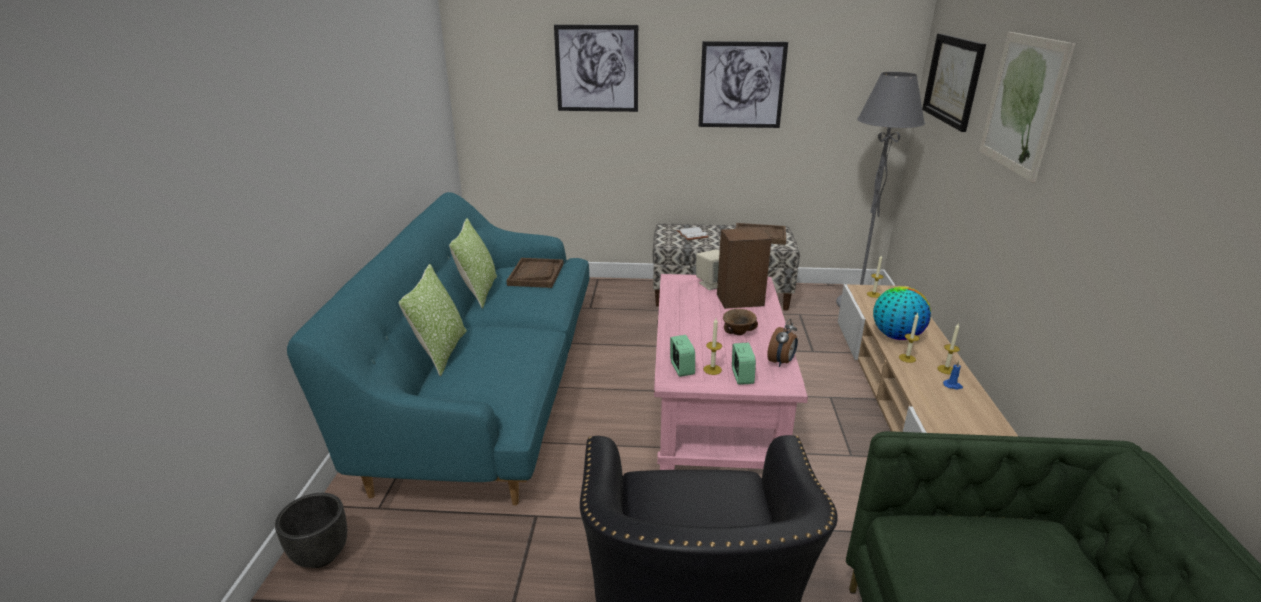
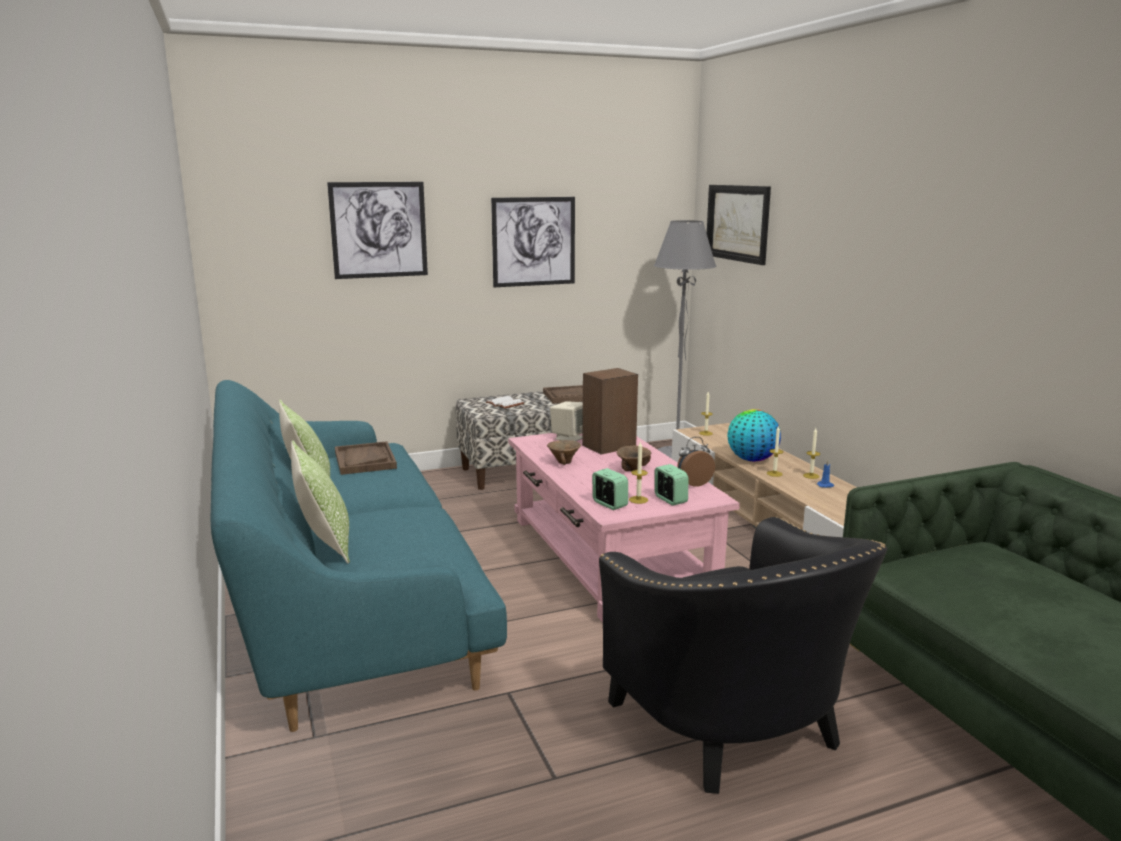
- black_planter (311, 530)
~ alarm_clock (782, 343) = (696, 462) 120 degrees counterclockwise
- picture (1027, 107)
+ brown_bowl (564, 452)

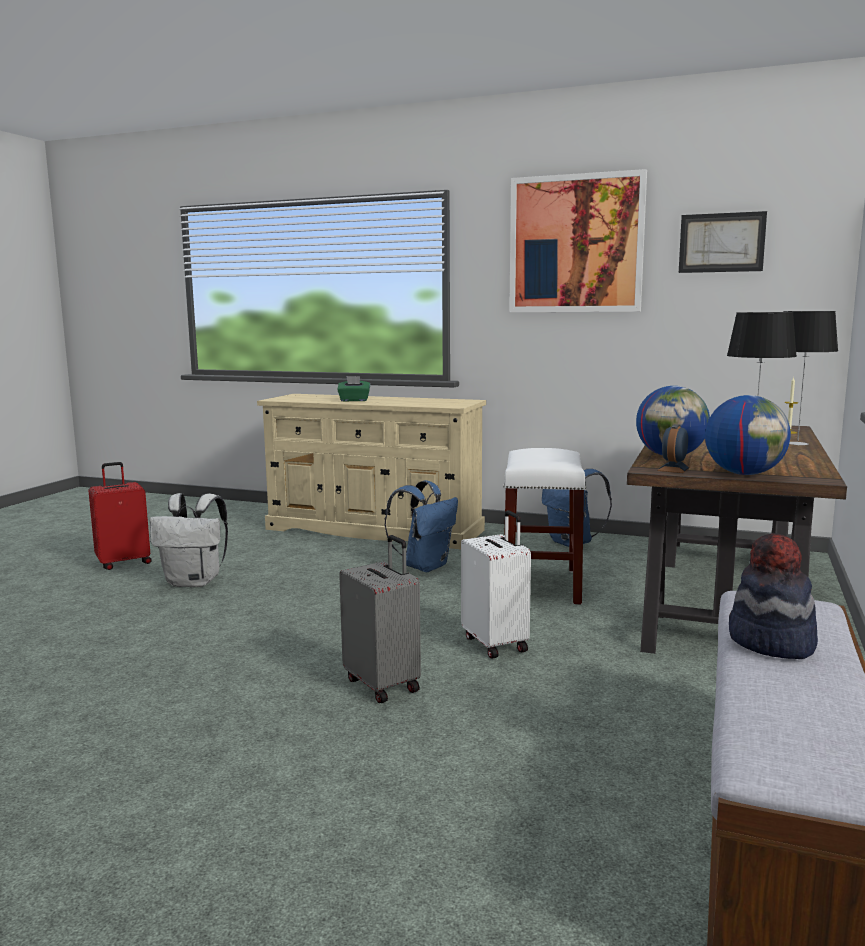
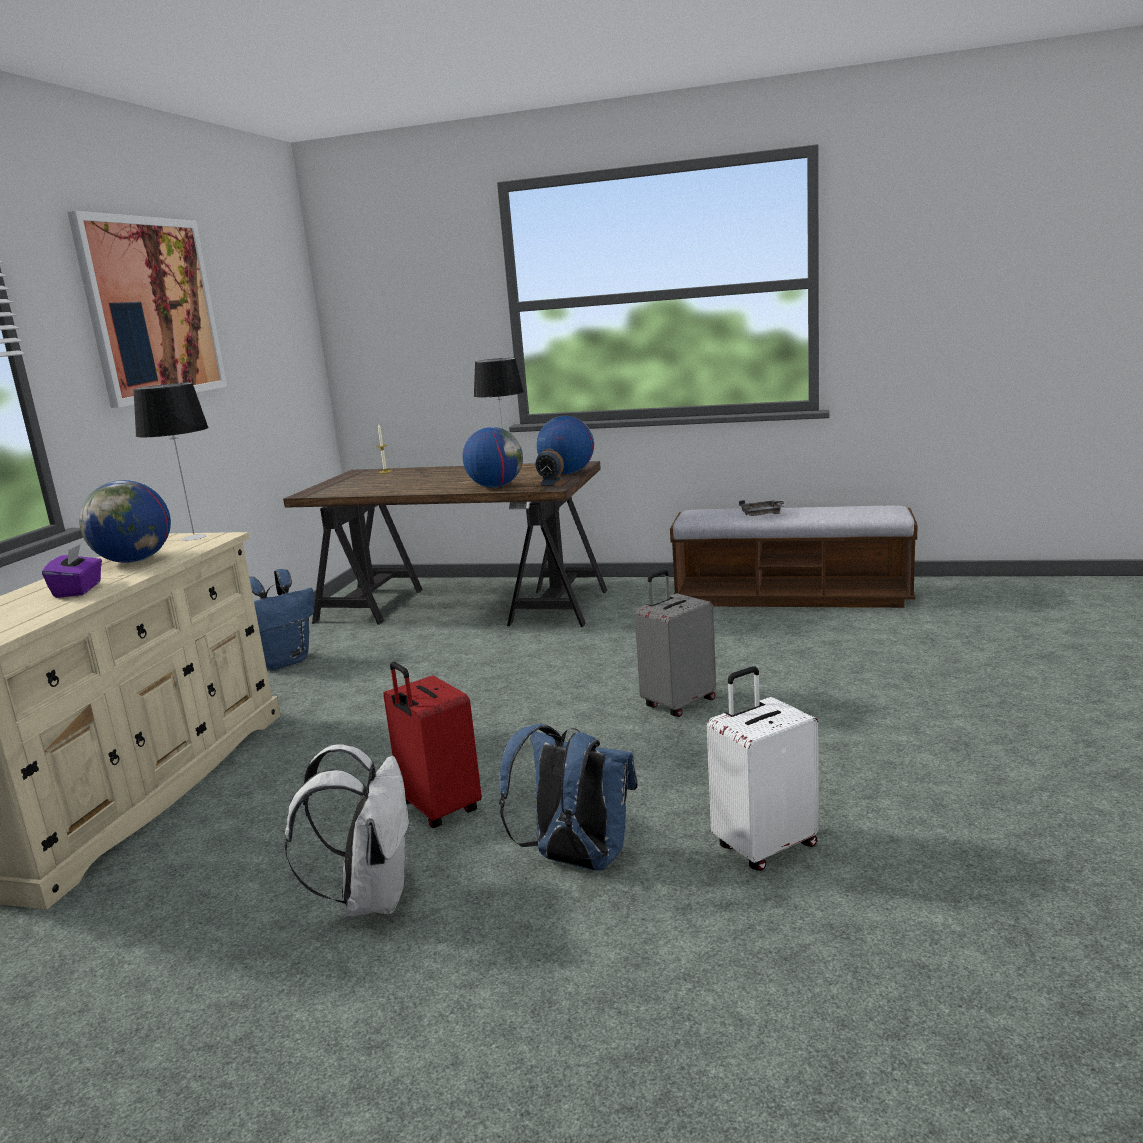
~ red_suitcase (120, 516) to (432, 745)
~ green_tissue_box (354, 389) to purple_tissue_box (72, 571)
~ blue_backpack (421, 526) to (568, 797)
~ white_suitcase (496, 584) to (763, 768)
- white_stool (544, 526)
- picture (723, 242)
~ hat (773, 596) to grey_tray (763, 508)
~ table_lamp (810, 378) to (171, 462)
+ globe (125, 521)

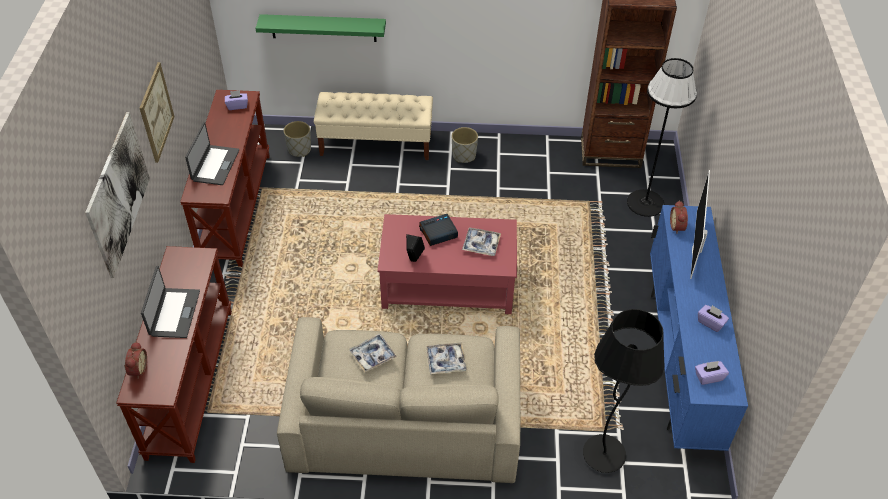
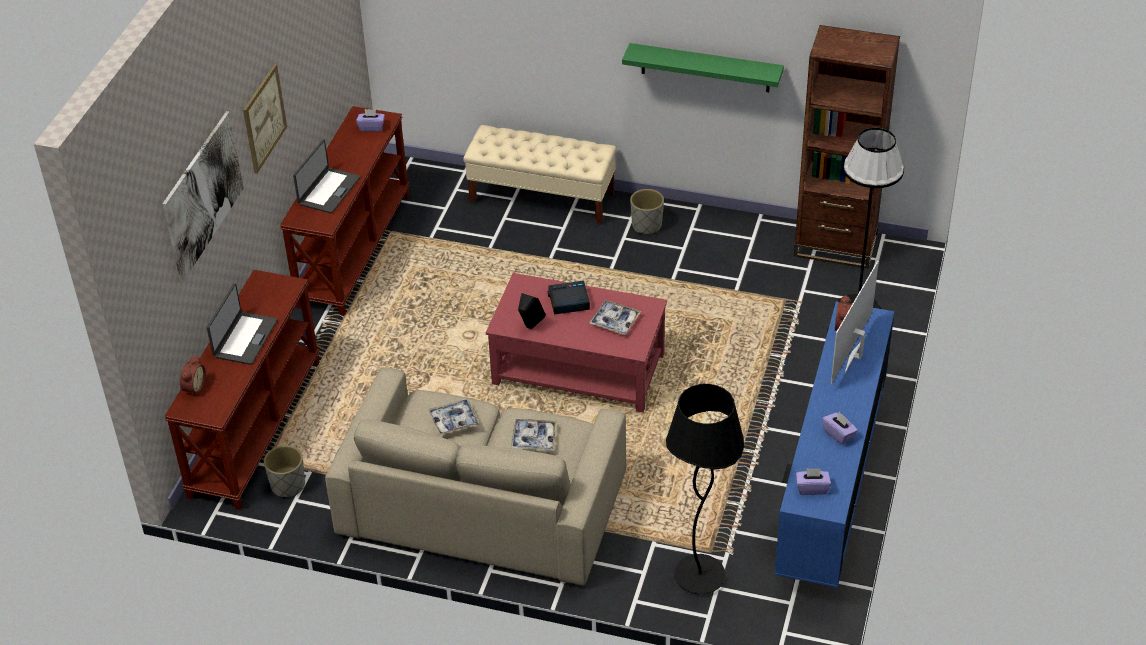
~ green_shelf (321, 28) to (703, 67)
~ grey_planter (297, 139) to (284, 471)

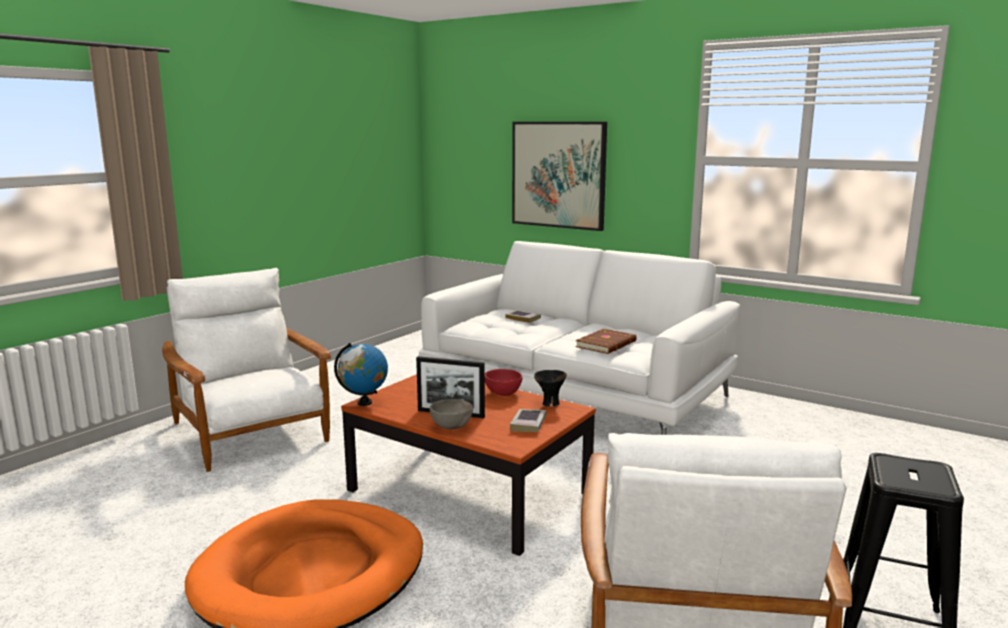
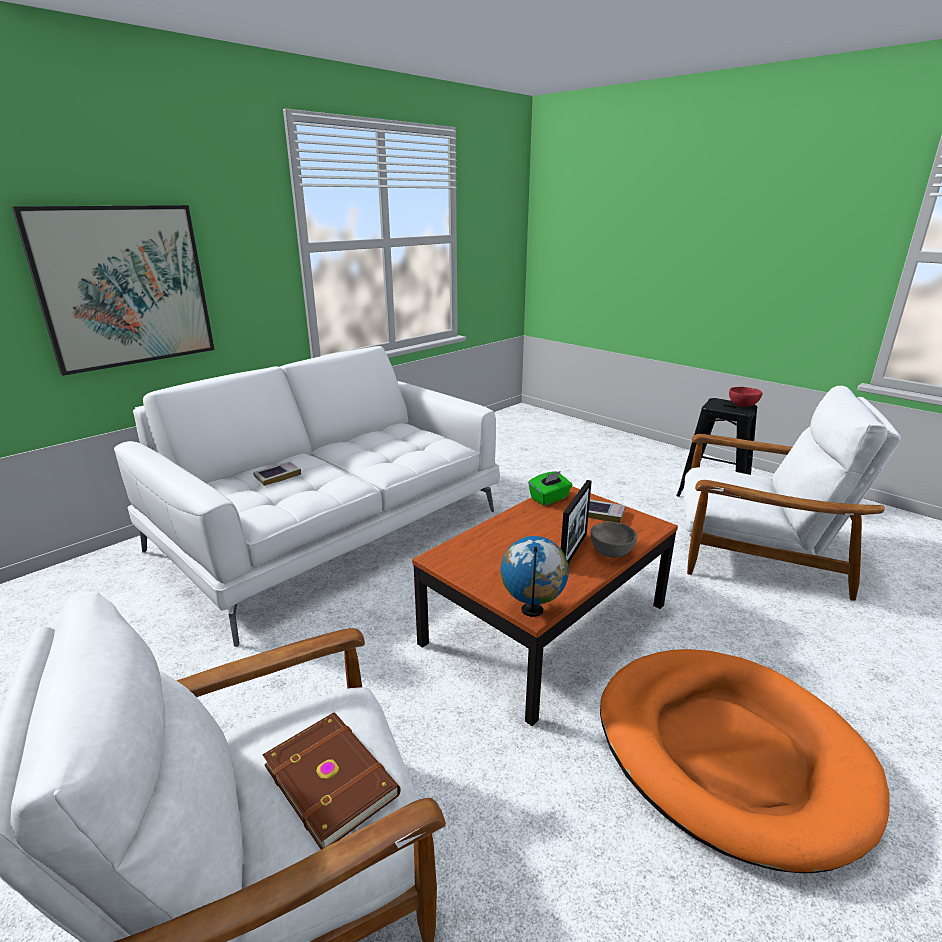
~ red_bowl (503, 382) to (745, 397)
~ black_bowl (550, 388) to green_tissue_box (550, 488)
~ brown_book (606, 341) to (331, 781)

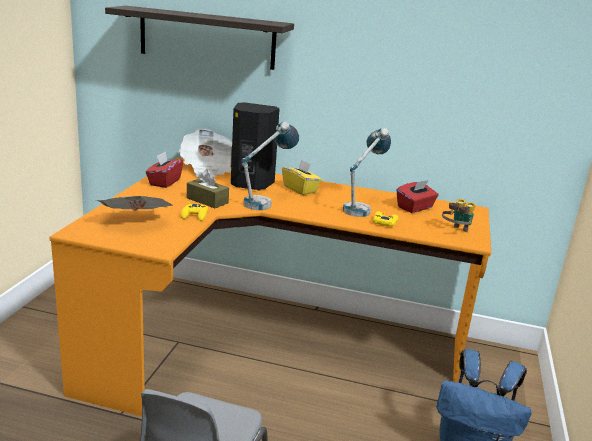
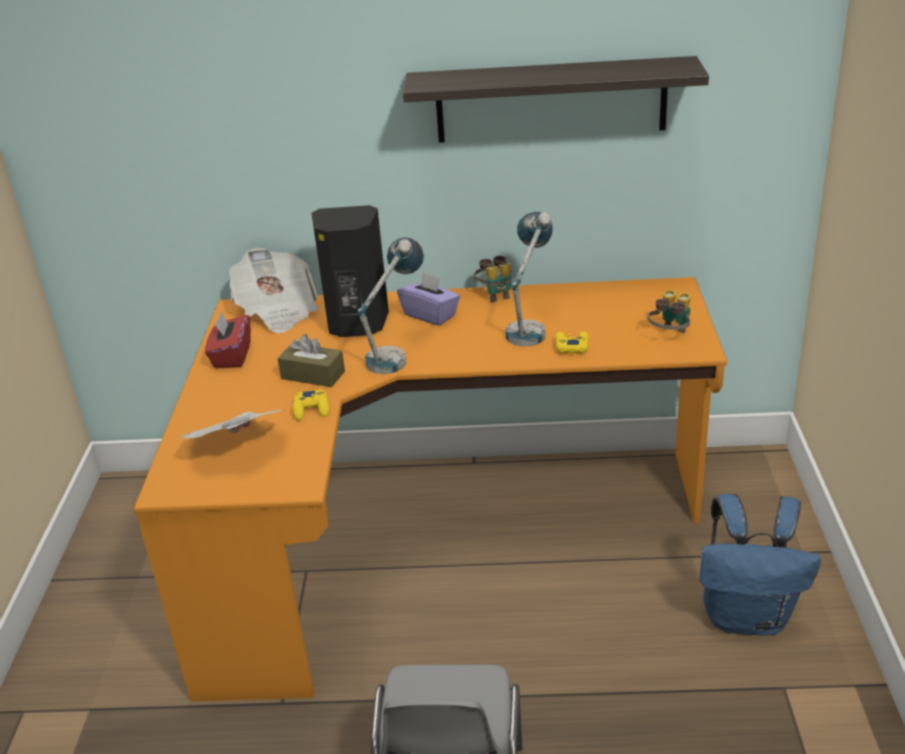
~ shelf (199, 38) to (556, 99)
~ yellow_tissue_box (302, 177) to purple_tissue_box (428, 299)
- red_tissue_box (418, 196)
+ binoculars (493, 279)

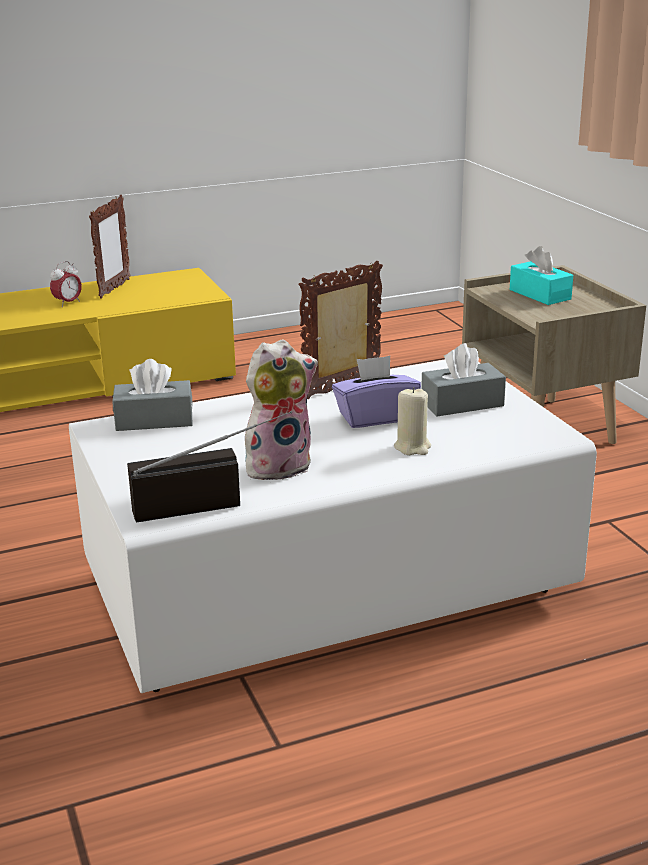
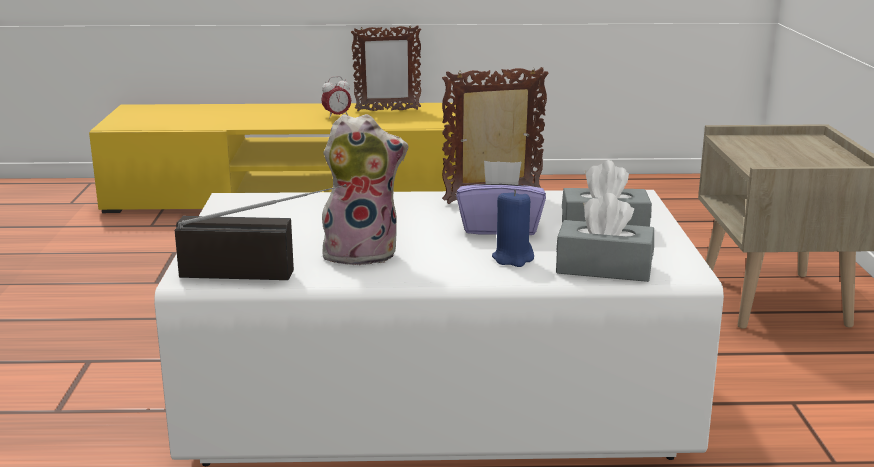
~ picture_frame (110, 246) = (386, 68) 45 degrees clockwise
~ grey_tissue_box (152, 395) to (605, 237)
~ beige_candle (412, 421) to blue_candle (513, 228)
- turquoise_tissue_box (541, 275)

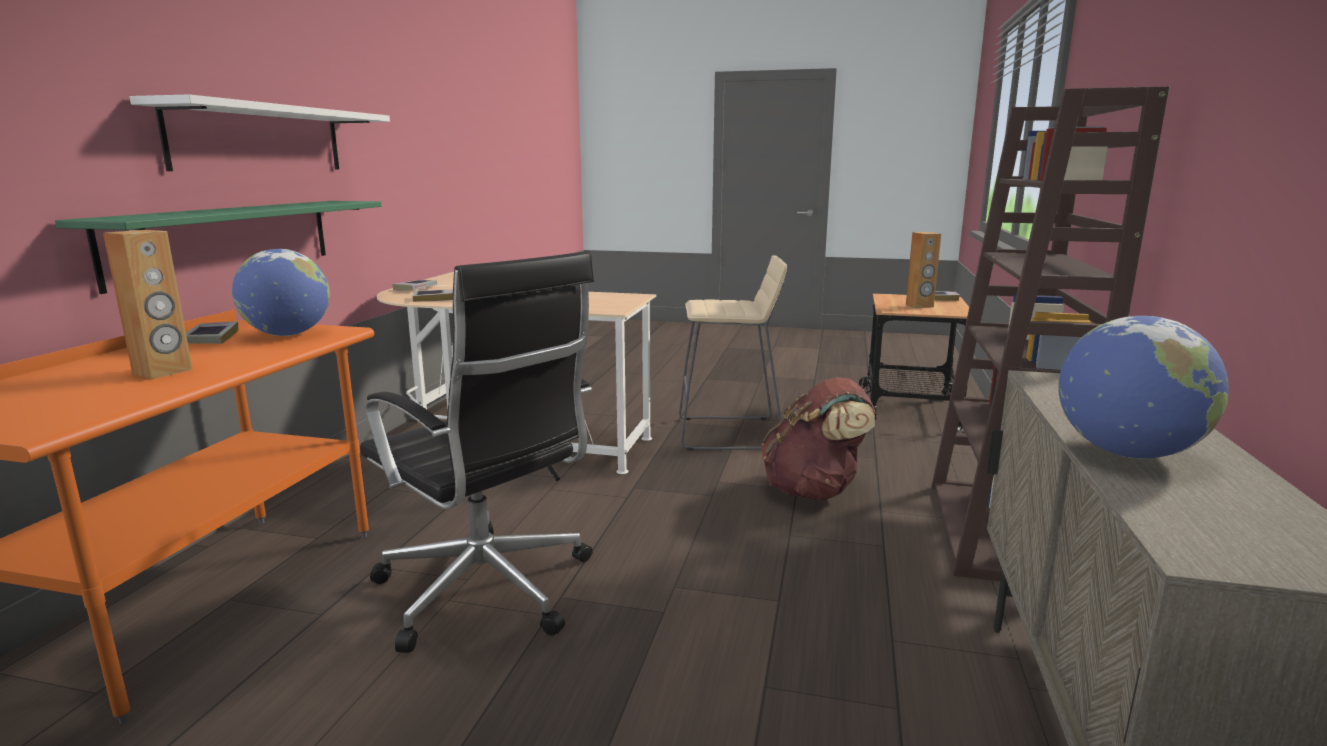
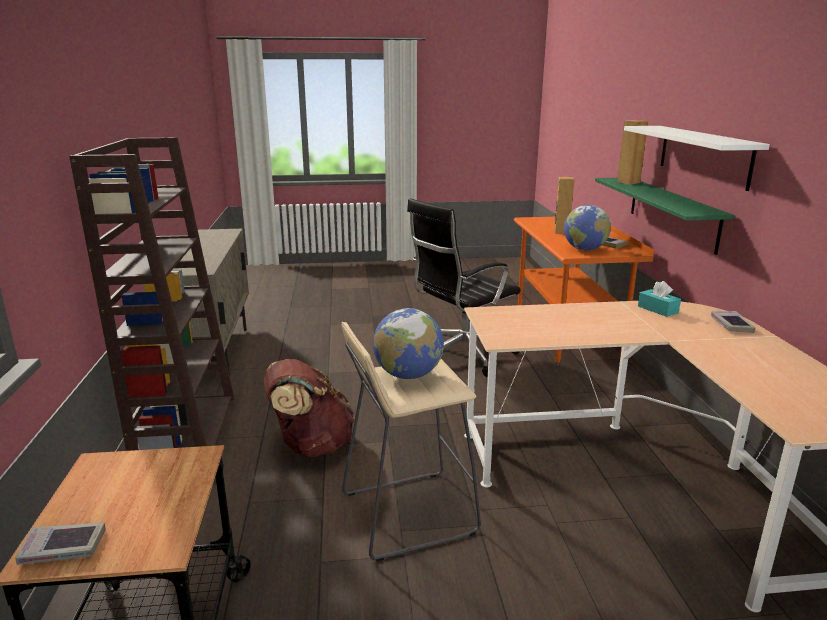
~ black_office_chair (477, 452) = (464, 287) 60 degrees counterclockwise
~ book (433, 295) to turquoise_tissue_box (659, 299)
~ brown_speaker (923, 270) to (632, 152)
~ globe (1143, 387) to (408, 343)

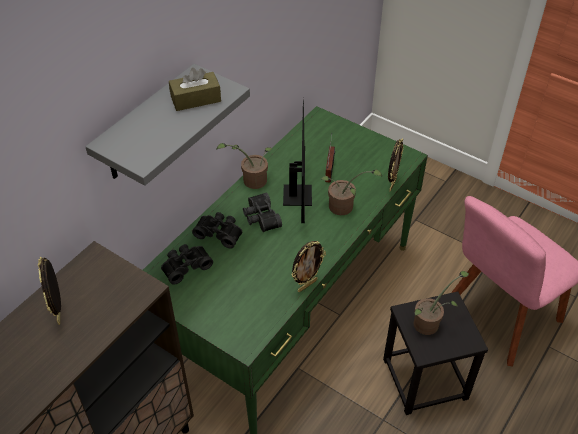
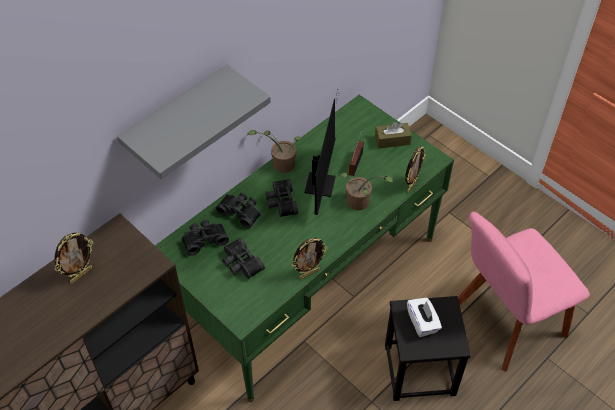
~ picture_frame (49, 291) = (73, 258) 135 degrees counterclockwise
~ brown_tissue_box (195, 89) to (393, 135)
~ potted_plant (441, 303) to white_tissue_box (424, 317)
+ black_binoculars (243, 258)

